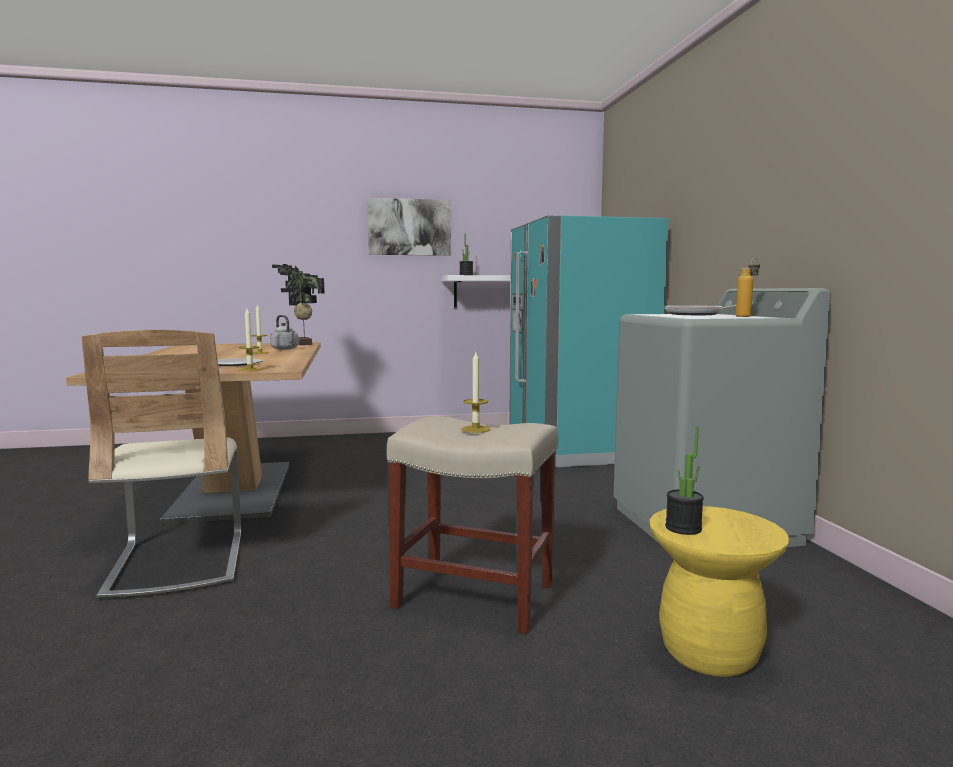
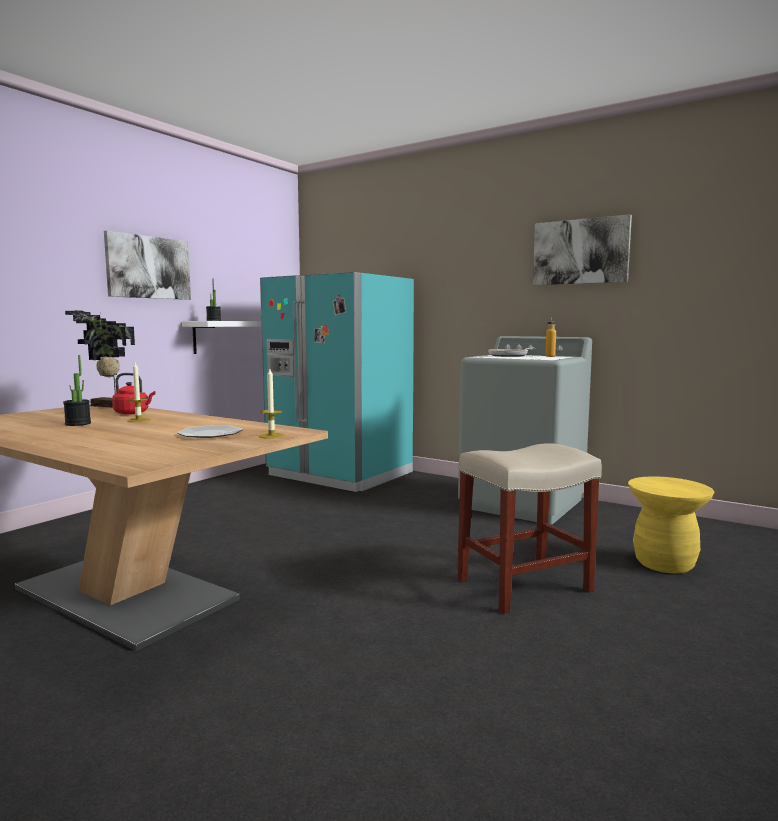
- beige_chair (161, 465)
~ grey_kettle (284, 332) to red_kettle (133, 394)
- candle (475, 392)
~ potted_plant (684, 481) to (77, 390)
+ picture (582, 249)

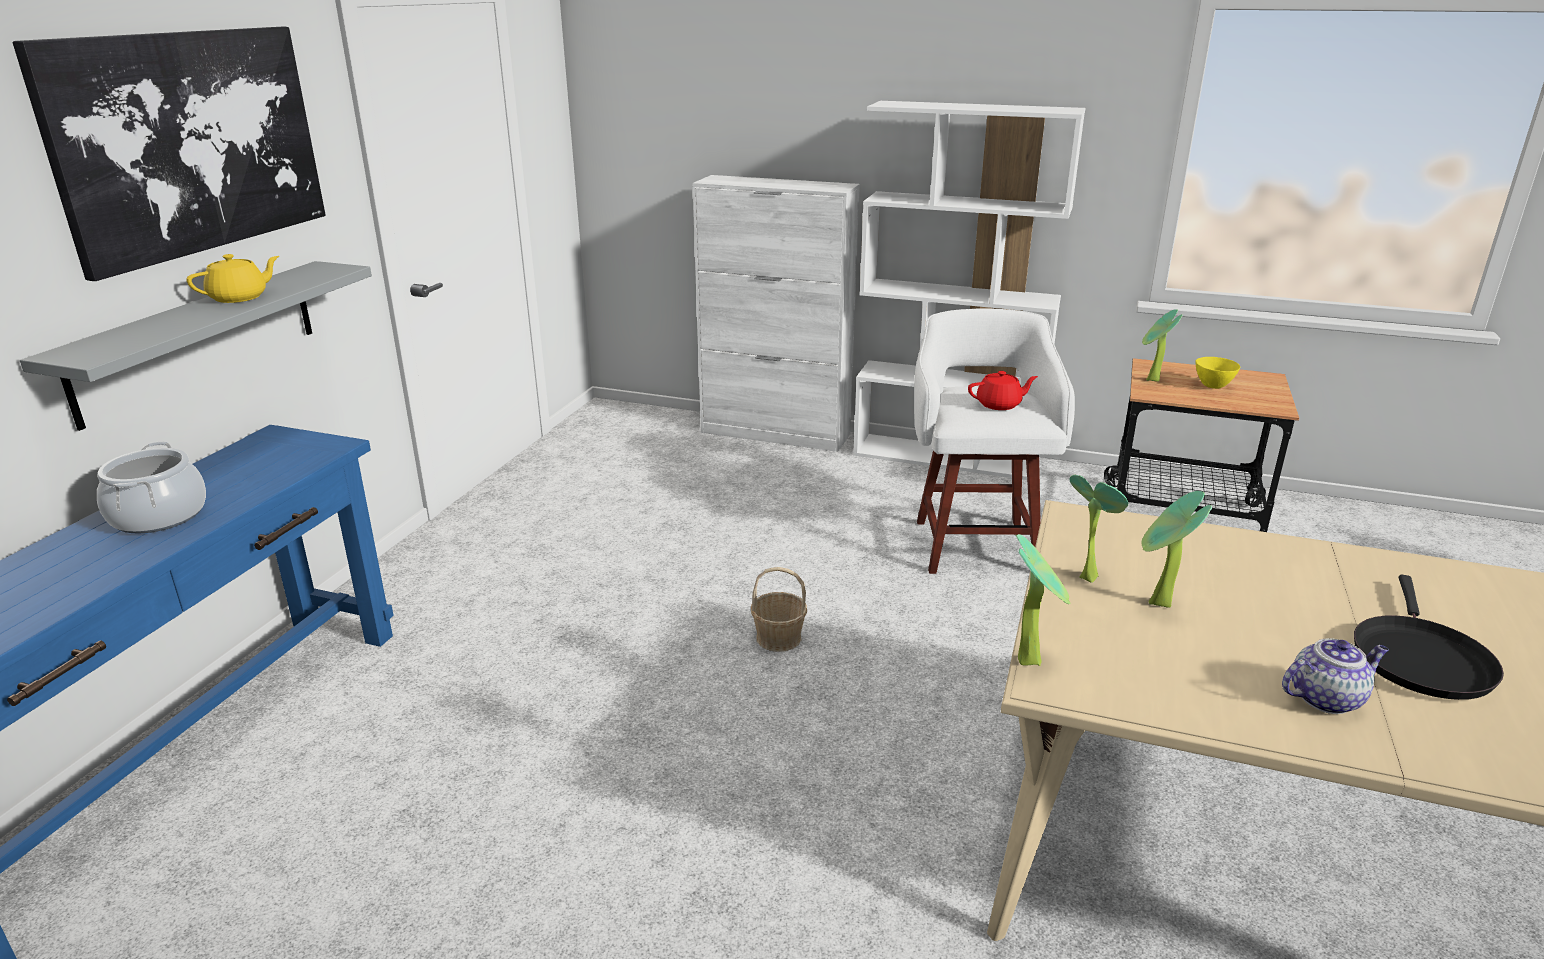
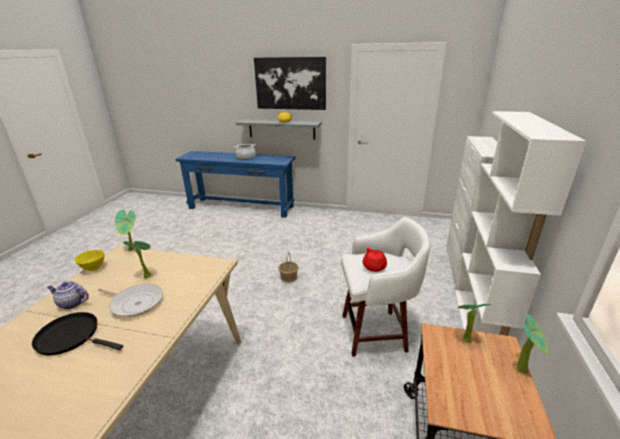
~ potted_plant (1099, 529) to (532, 344)
~ yellow_bowl (1217, 373) to (89, 260)
~ teapot (1335, 676) = (68, 295) 120 degrees clockwise
+ frying_pan (130, 300)

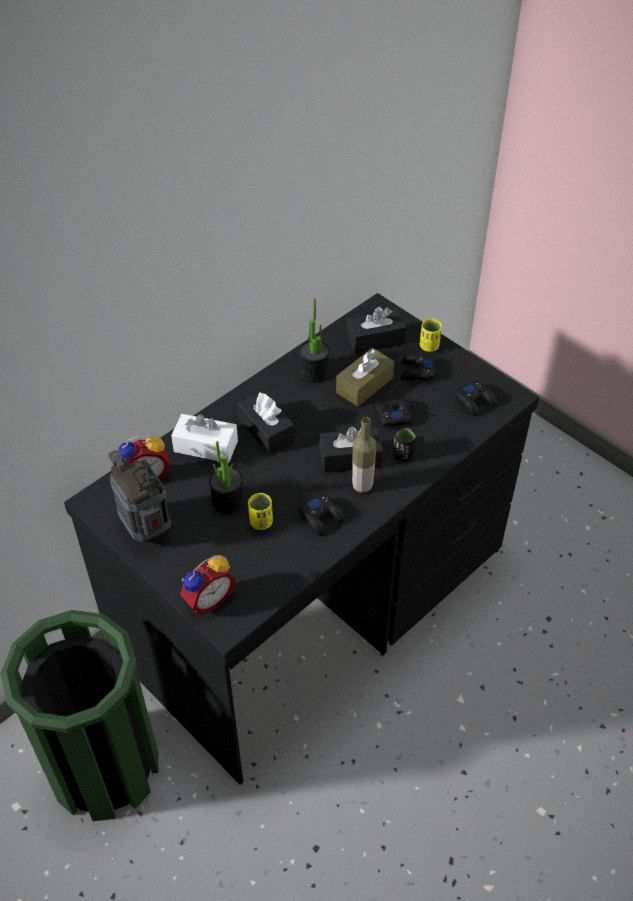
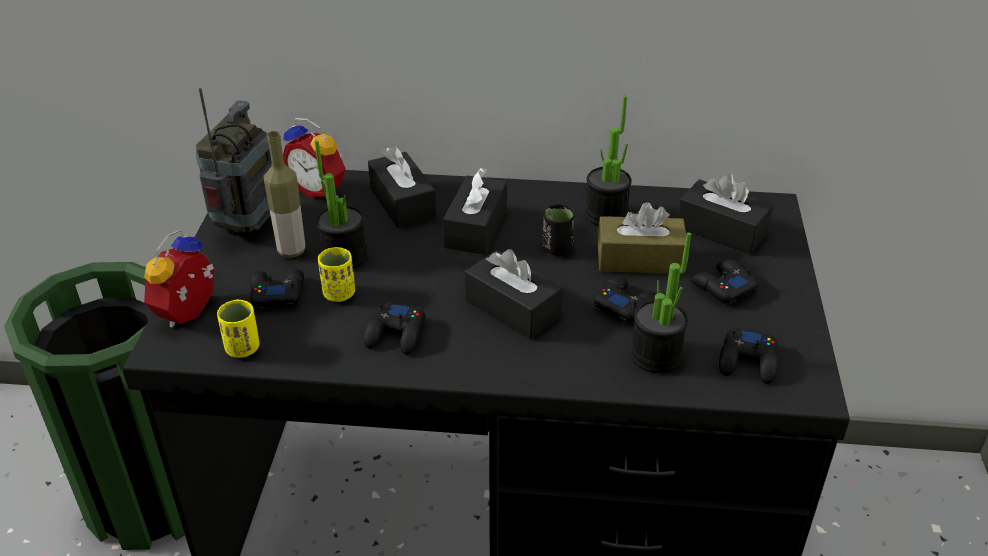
~ white_tissue_box (204, 438) to black_tissue_box (402, 187)
~ alarm_clock (208, 585) = (179, 278) 105 degrees clockwise
~ bottle (364, 455) to (285, 194)
~ black_cup (405, 443) to (559, 230)
~ yellow_cup (431, 335) to (238, 328)
+ black_game_controller (277, 288)
+ potted_plant (660, 302)

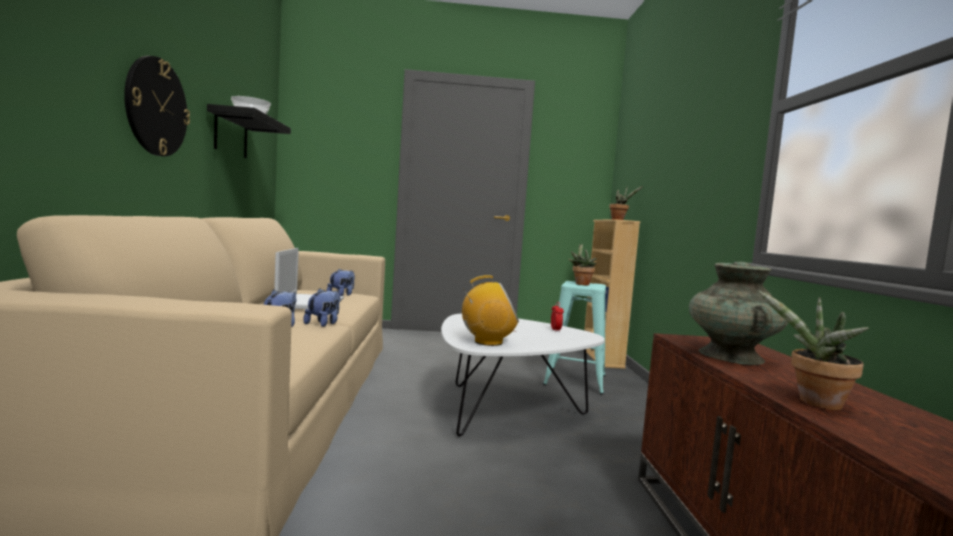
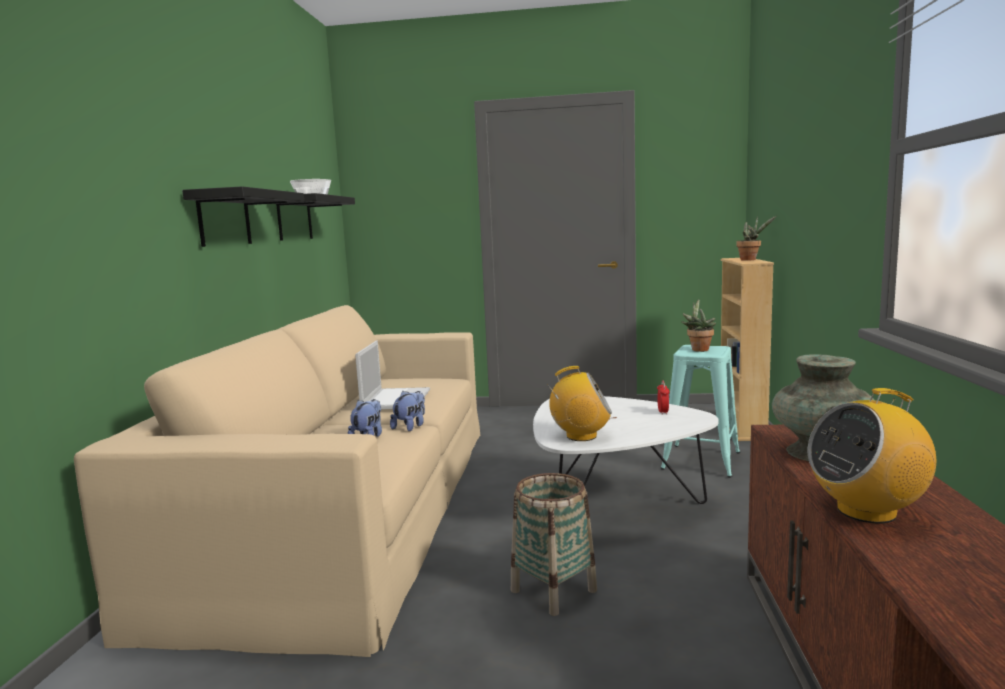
~ wall_clock (157, 106) to black_shelf (243, 216)
- plush_toy (341, 282)
~ potted_plant (813, 350) to radio (872, 455)
+ basket (554, 544)

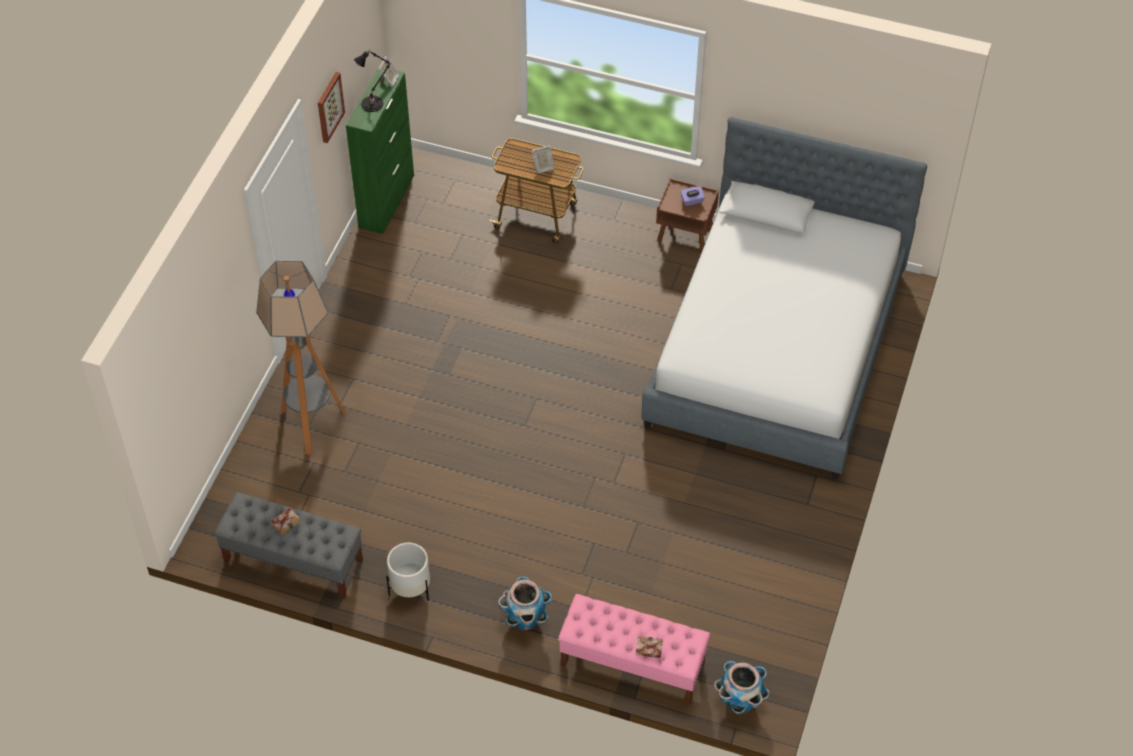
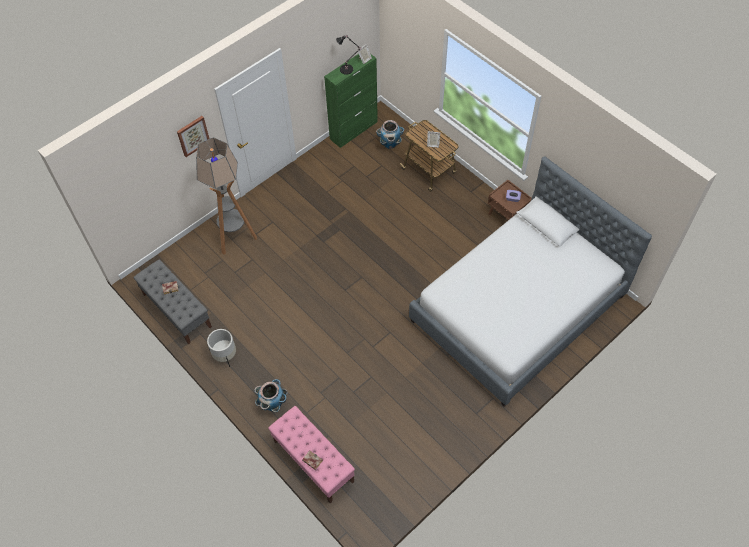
~ picture (331, 107) to (193, 136)
~ planter (742, 687) to (390, 134)

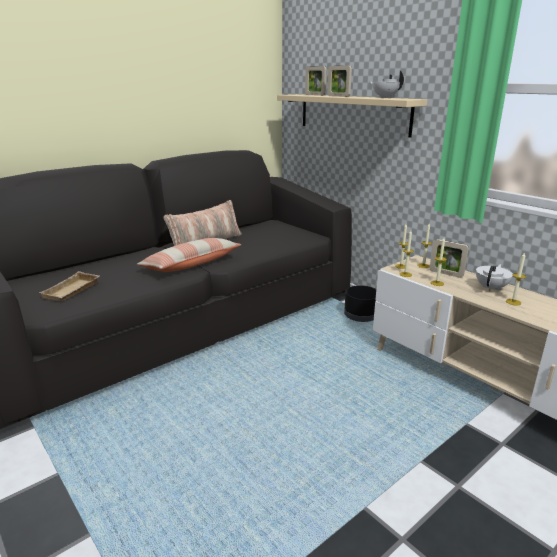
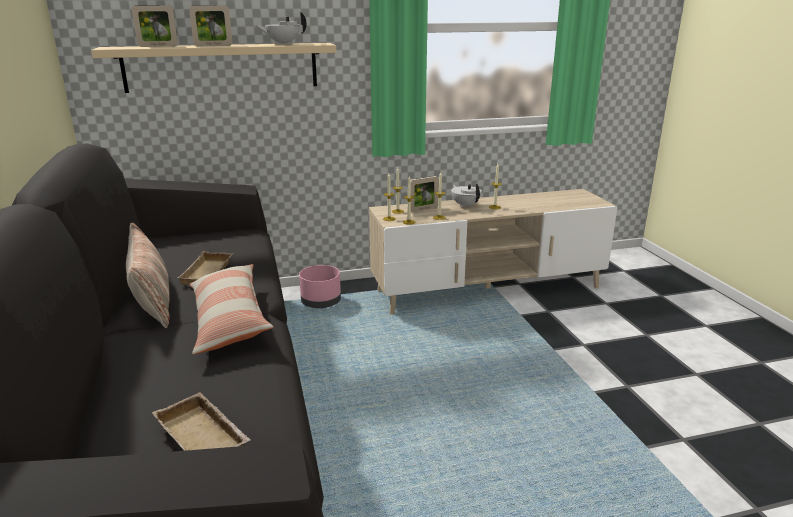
~ black_planter (360, 303) to pink_planter (320, 286)
+ beige_tray (205, 268)

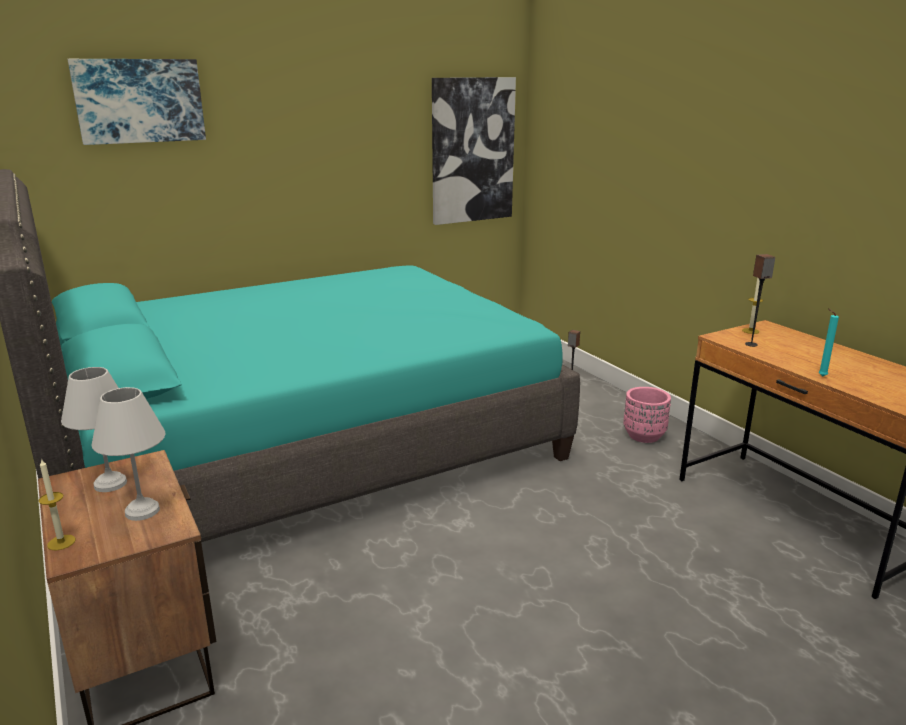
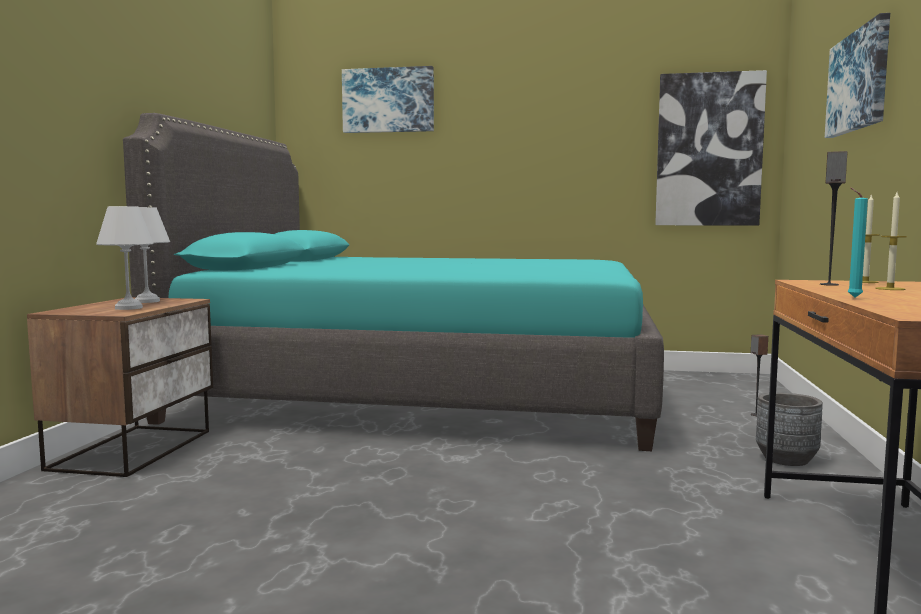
~ candle (57, 504) to (891, 241)
~ pink_planter (647, 415) to grey_planter (789, 429)
+ picture (857, 75)

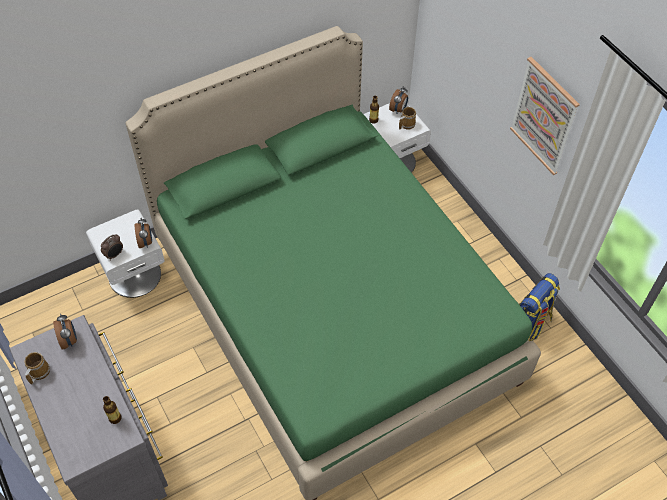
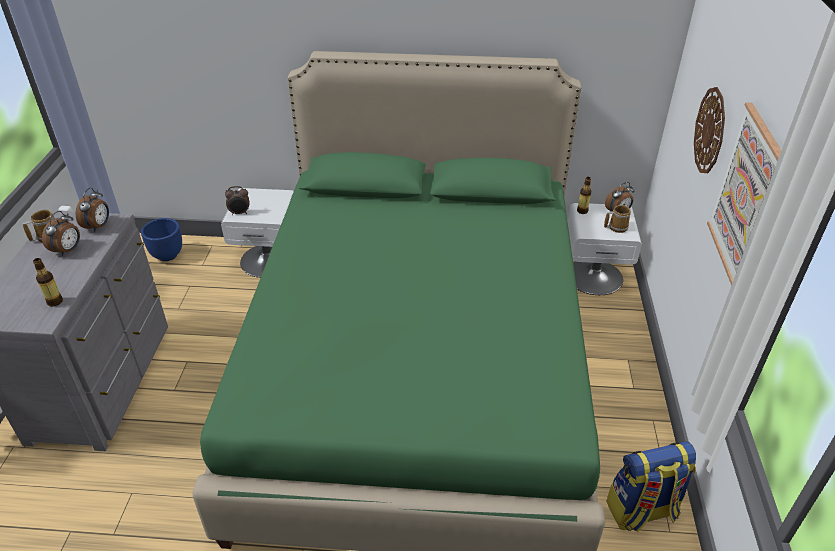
~ alarm_clock (143, 233) to (61, 233)
+ blue_planter (161, 239)
+ wall_clock (709, 130)

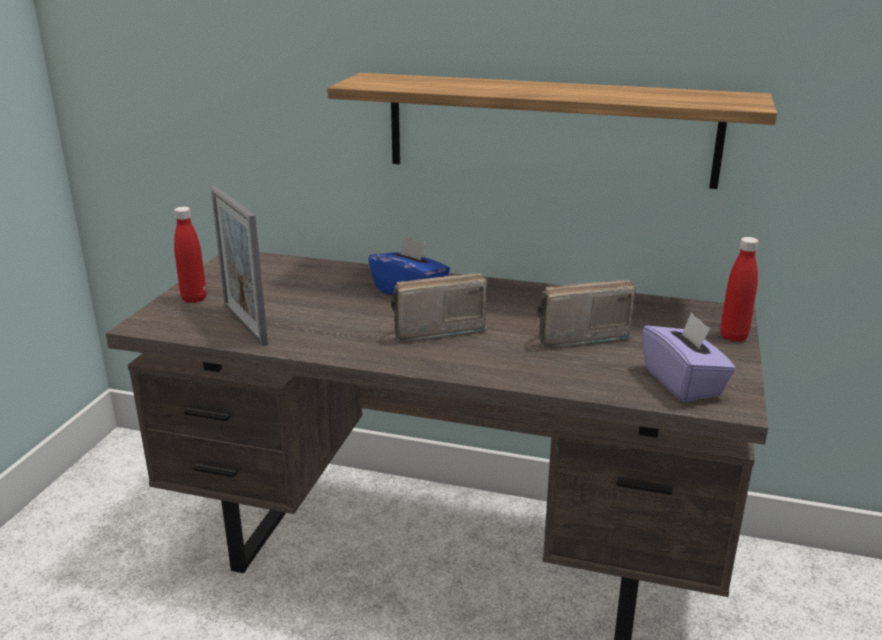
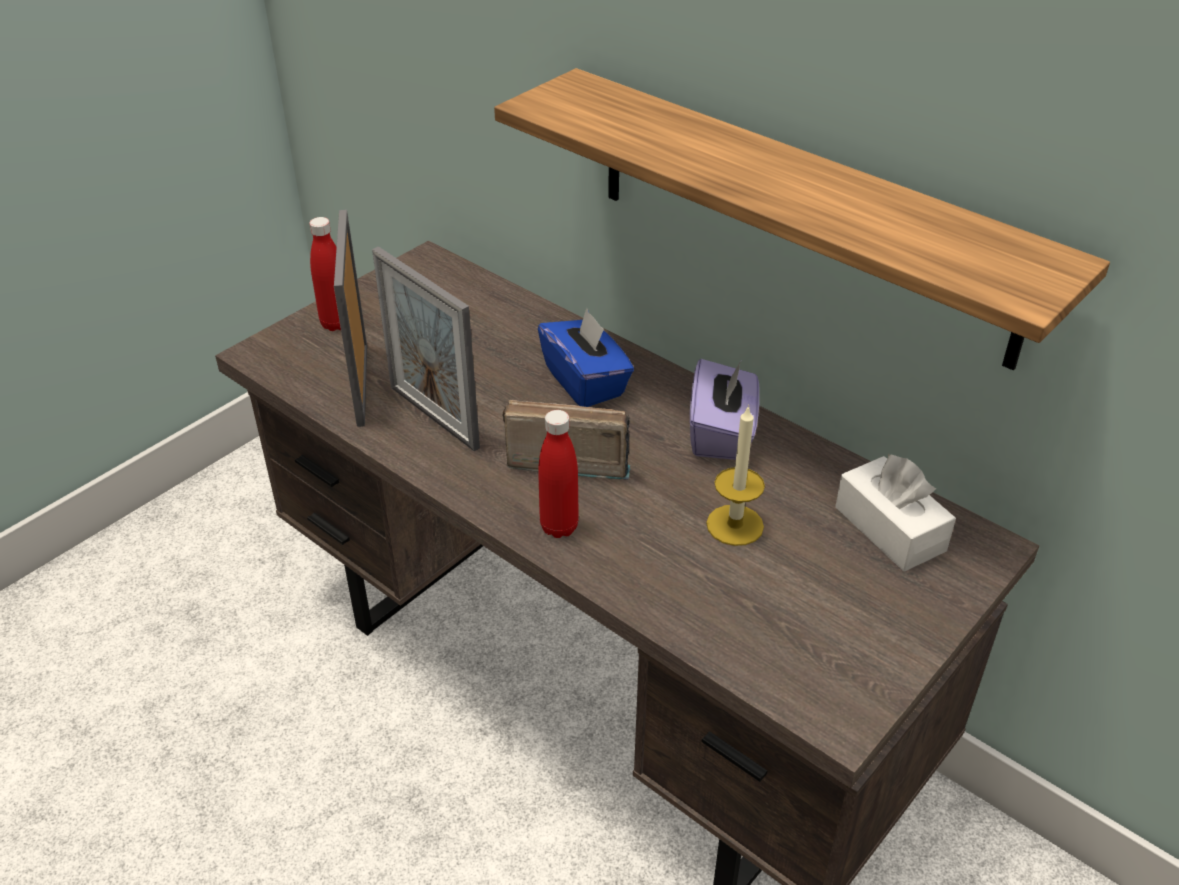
~ radio (586, 314) to candle (735, 475)
~ purple_tissue_box (689, 357) to (725, 409)
~ red_bottle (739, 289) to (558, 474)
+ picture_frame (426, 348)
+ white_tissue_box (895, 512)

